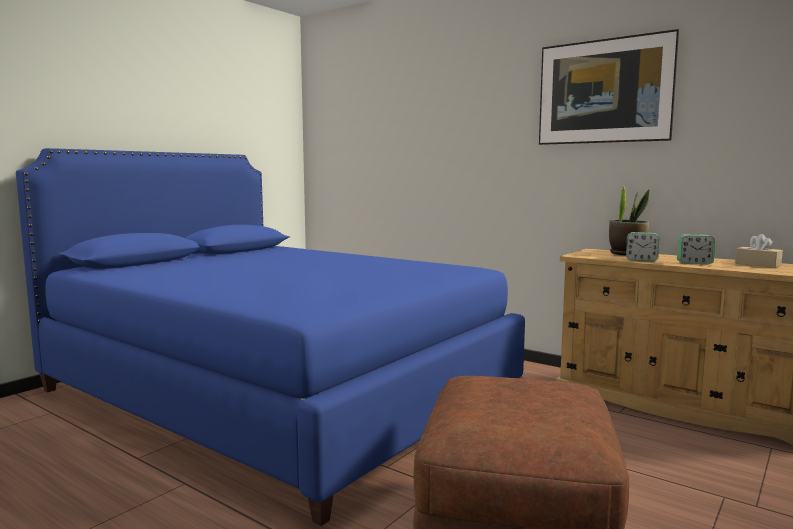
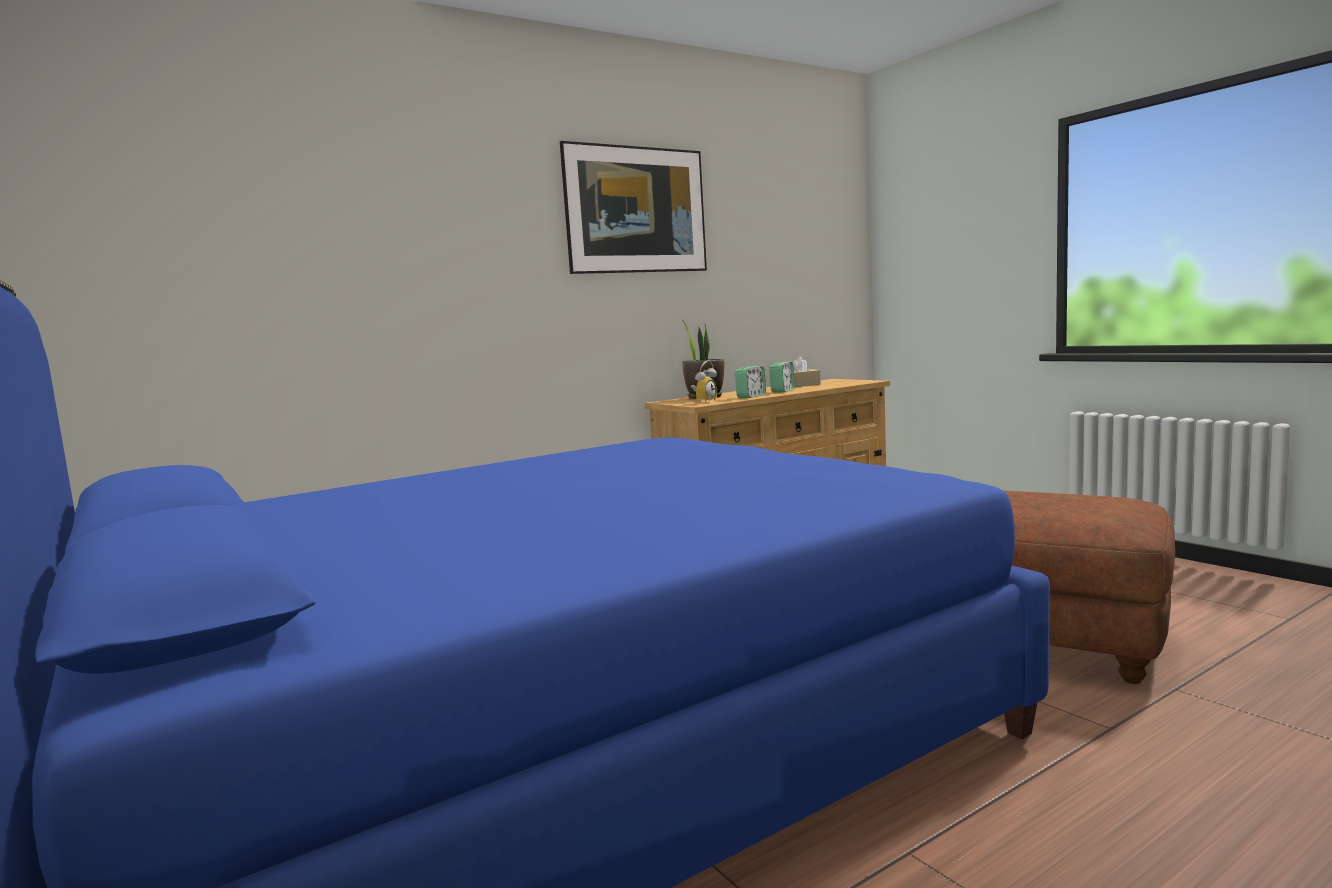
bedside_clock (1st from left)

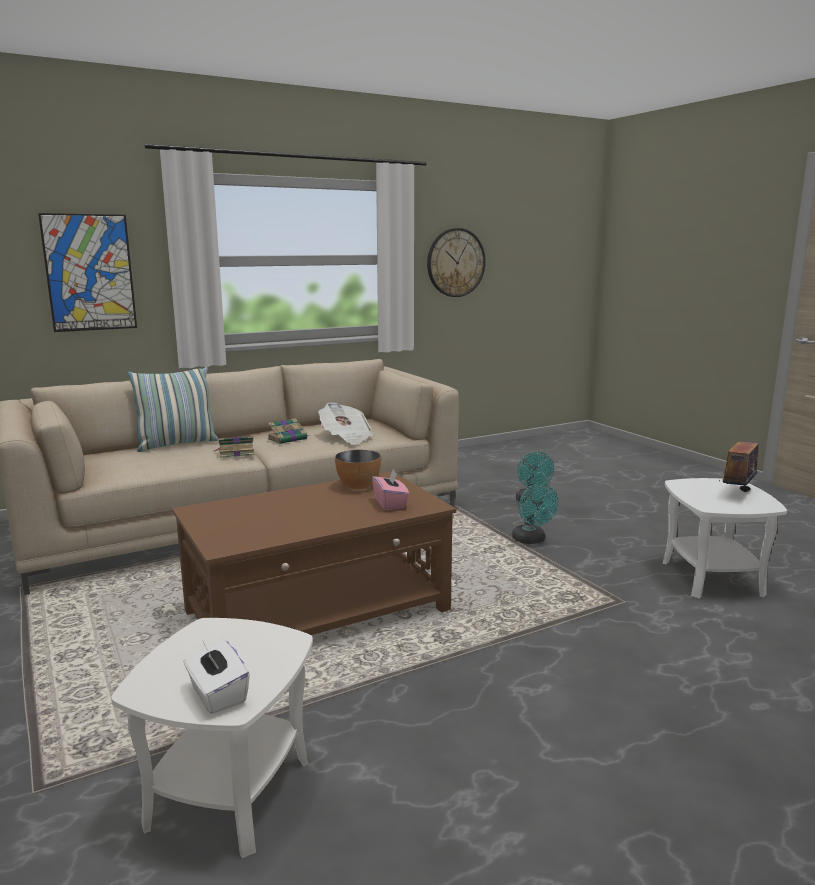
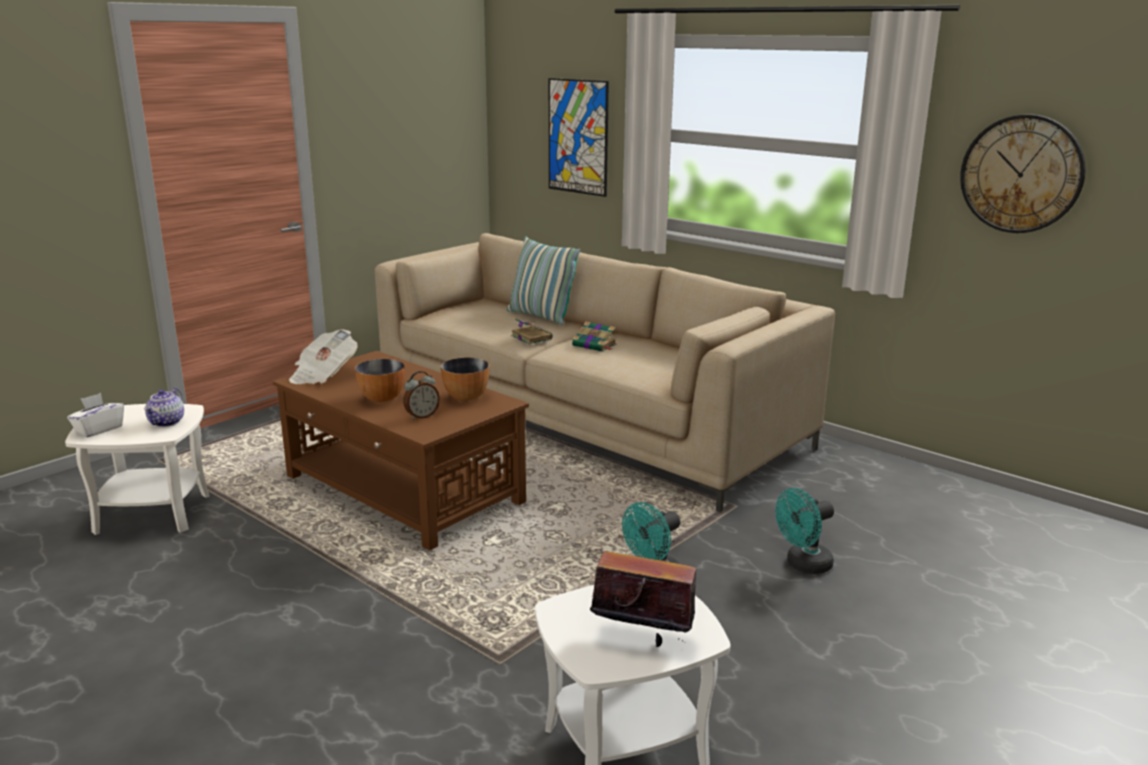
printed_paper; bedside_clock; teapot; bowl (1st from left)

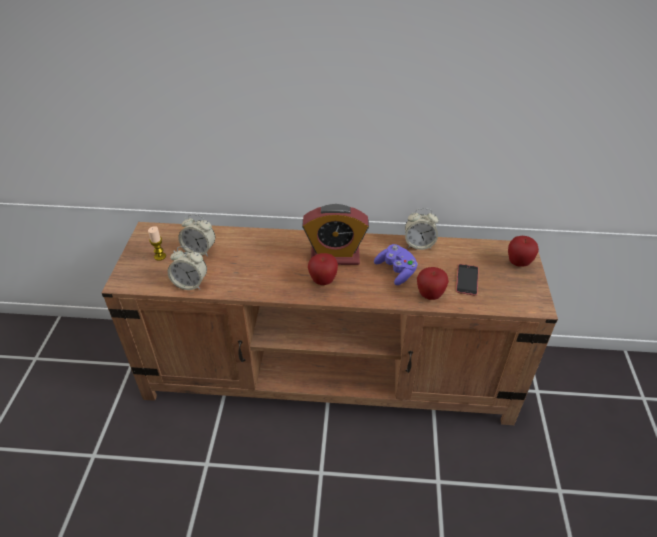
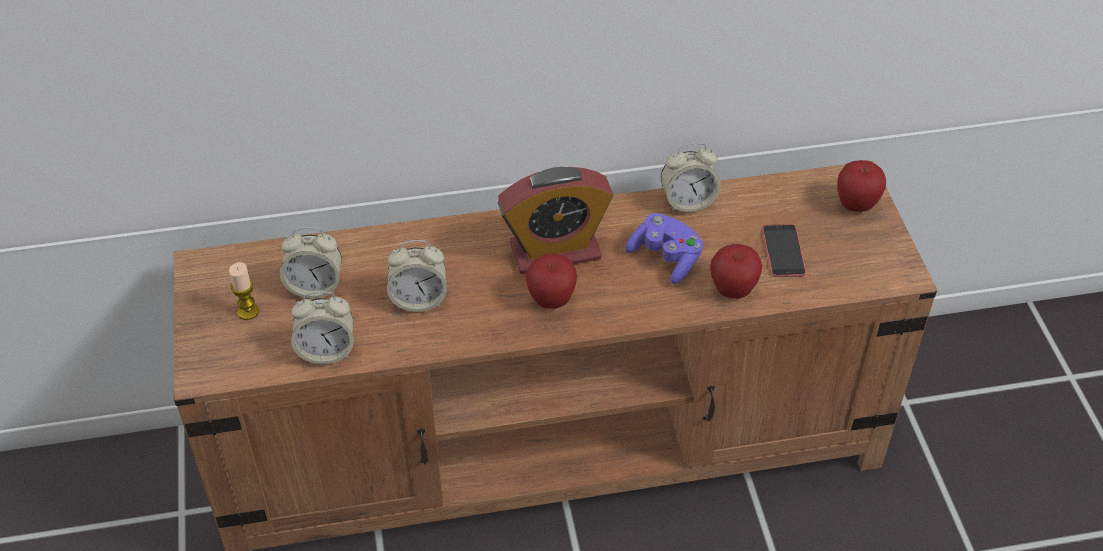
bedside_clock (3rd from left)

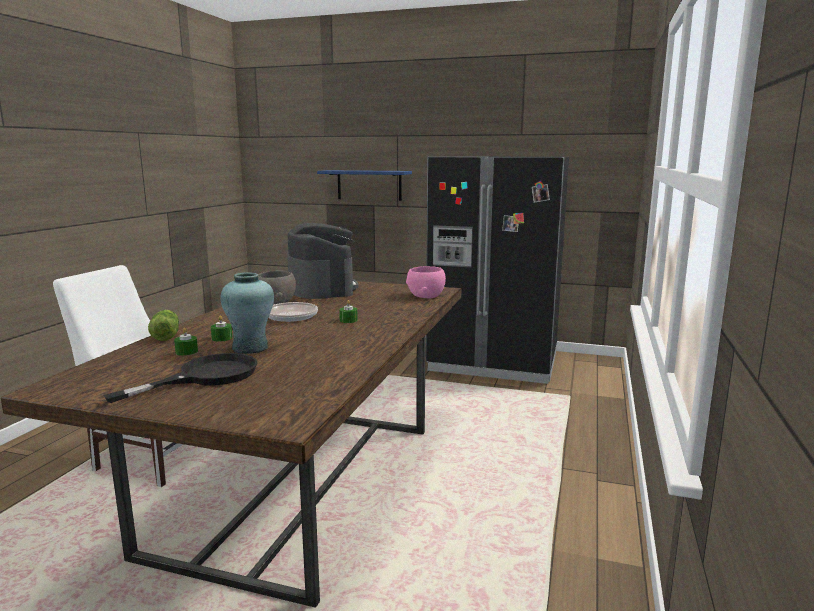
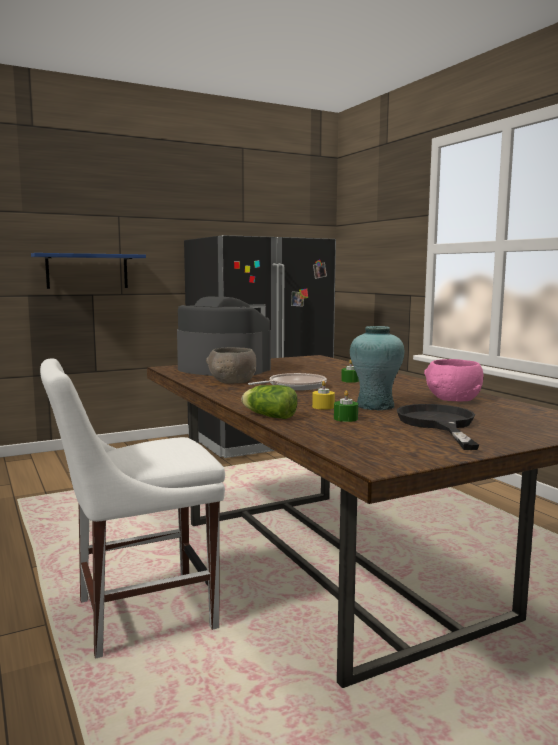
yellow_candle; pinkish_bowl

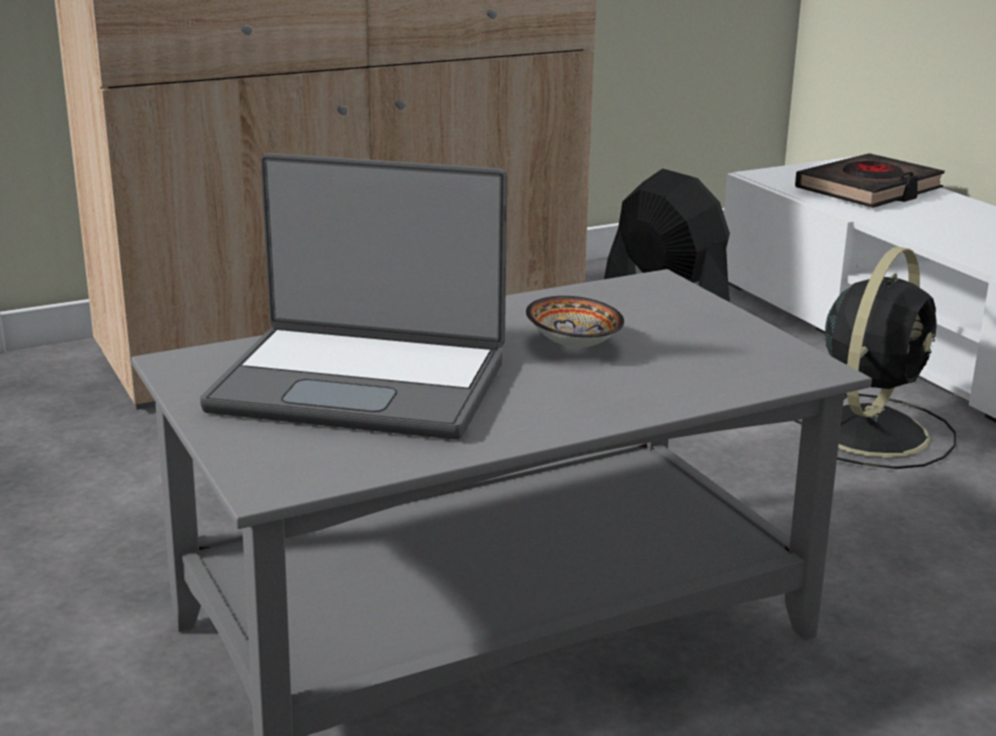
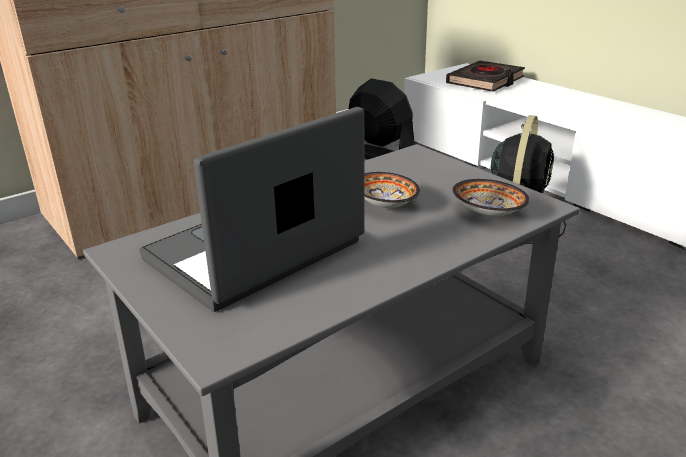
laptop; bowl (2nd from left)

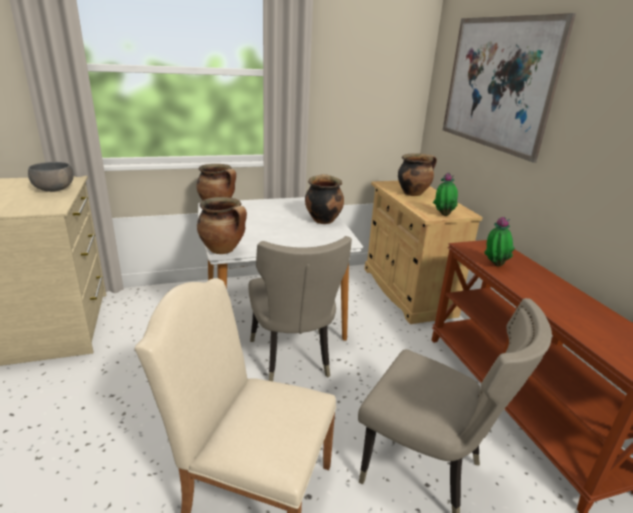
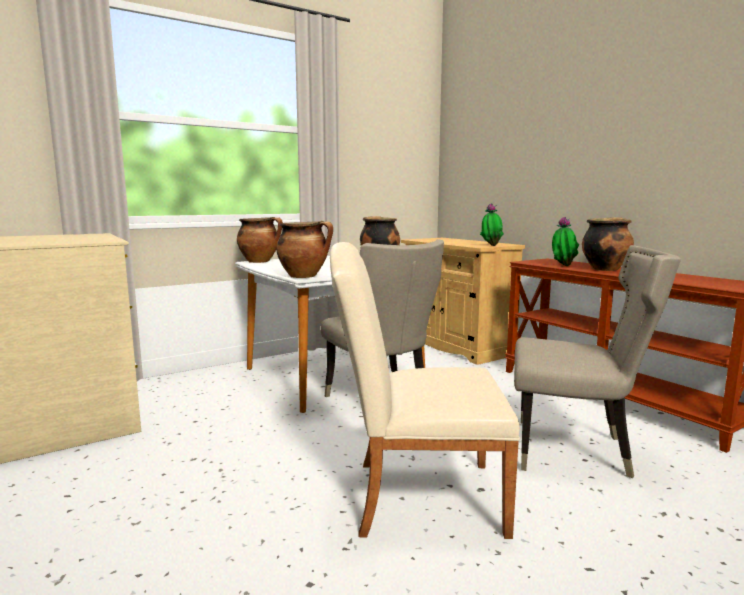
gray_bowl; cooking_pot (4th from left); picture

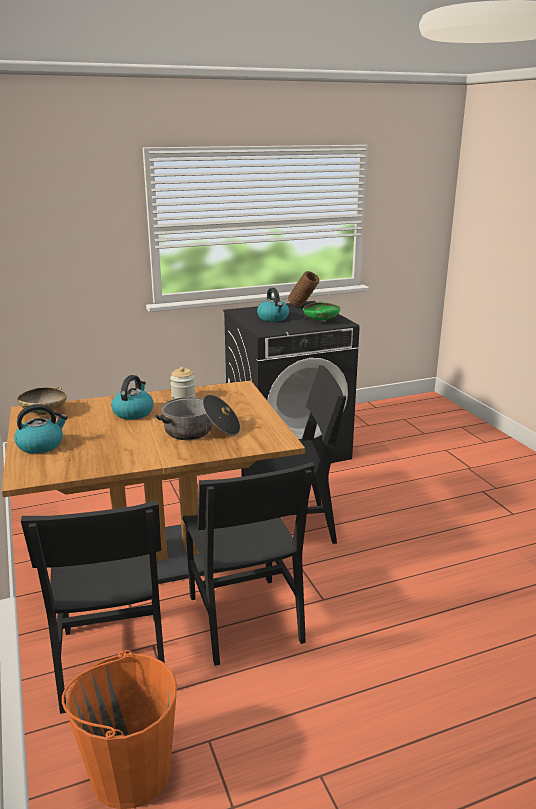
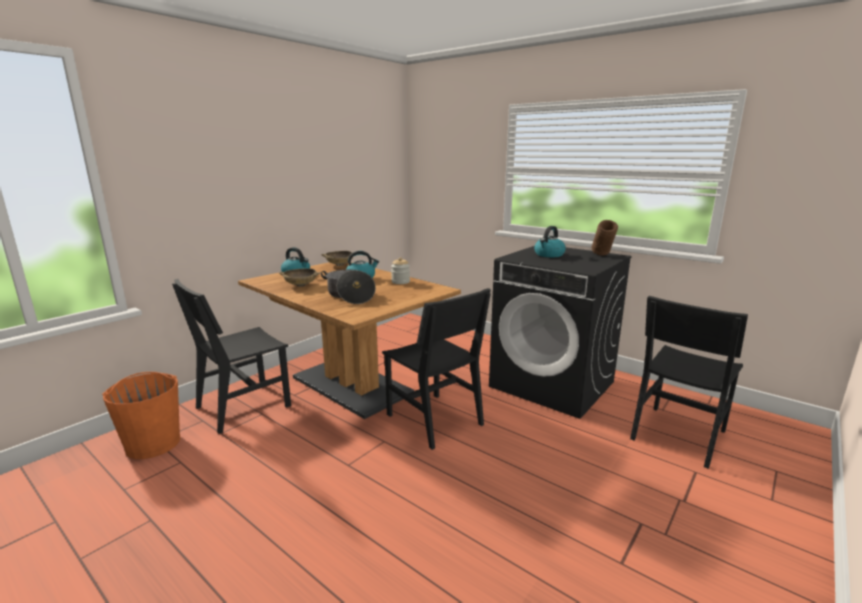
black_plain_chair (3rd from left); greenish_bowl; sand-coloured_bowl (1st from left)

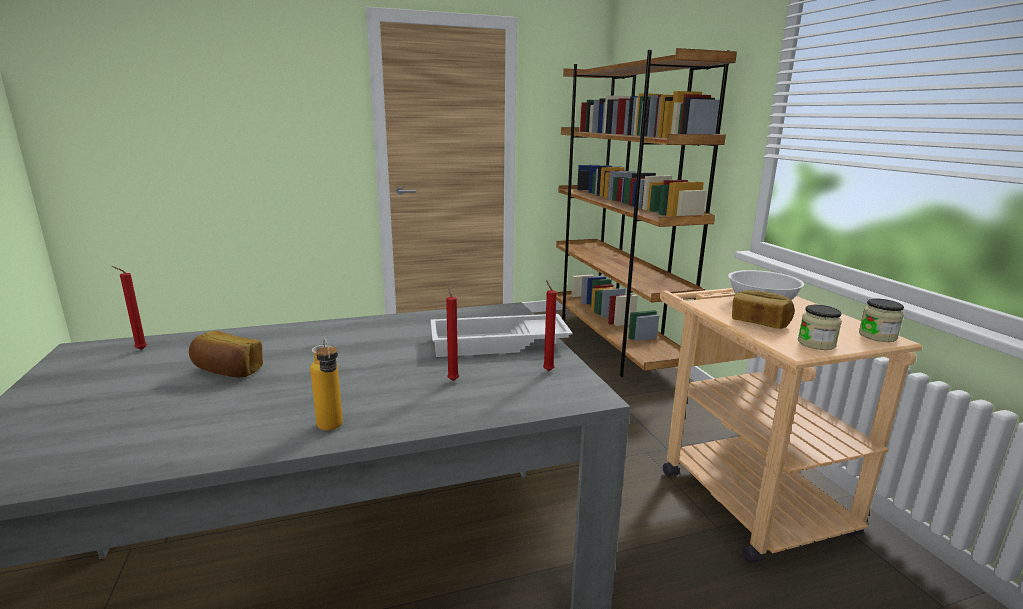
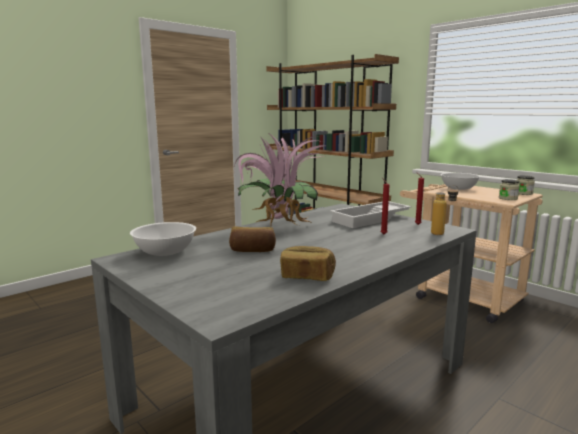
white-coloured_bowl (1st from left); drink_bottle; bread (2nd from left); potted_plant

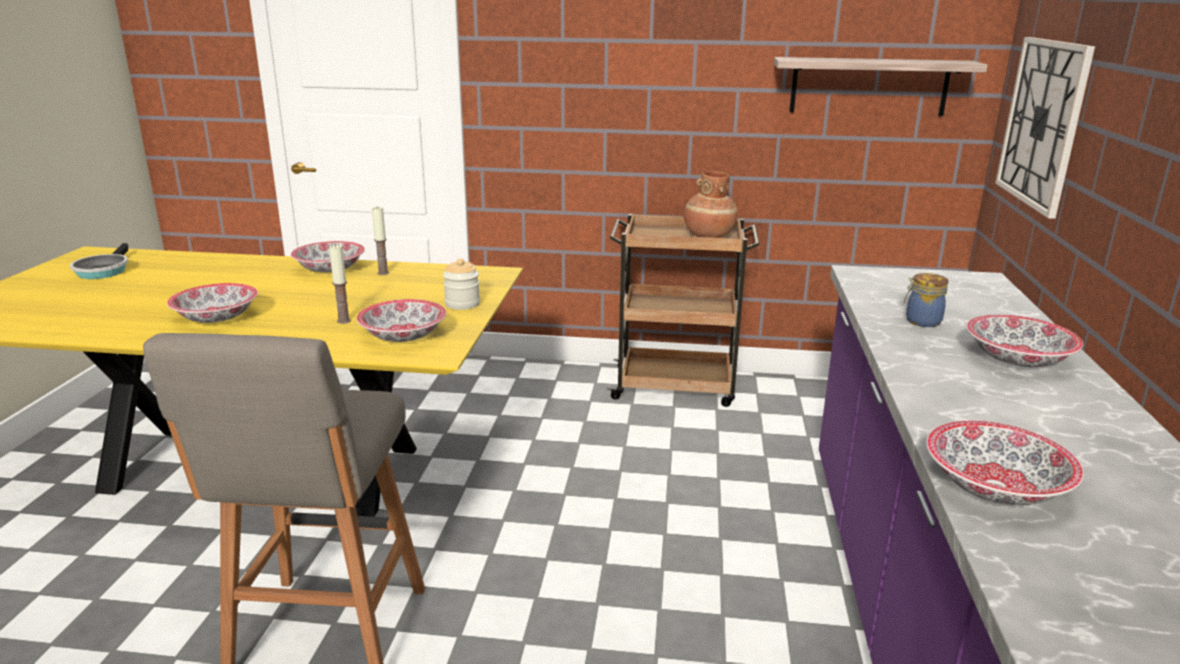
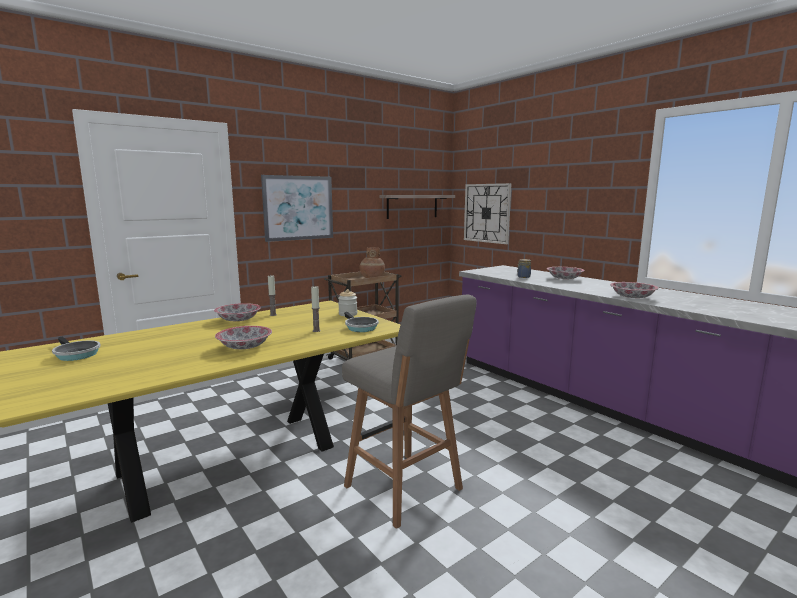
frying_pan (2nd from left); picture

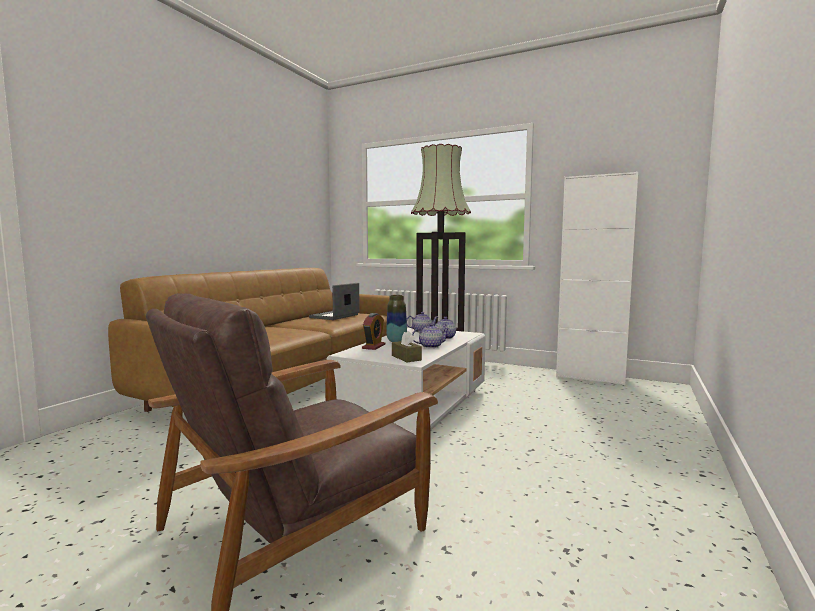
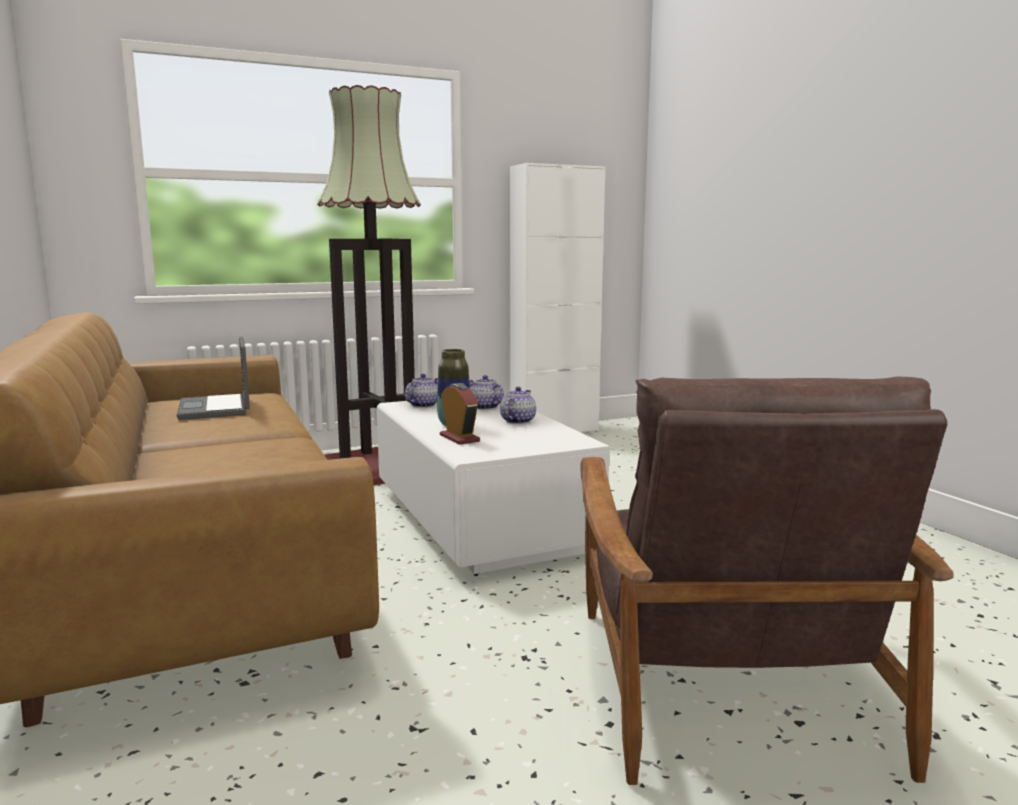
brownish_tissue_holder

